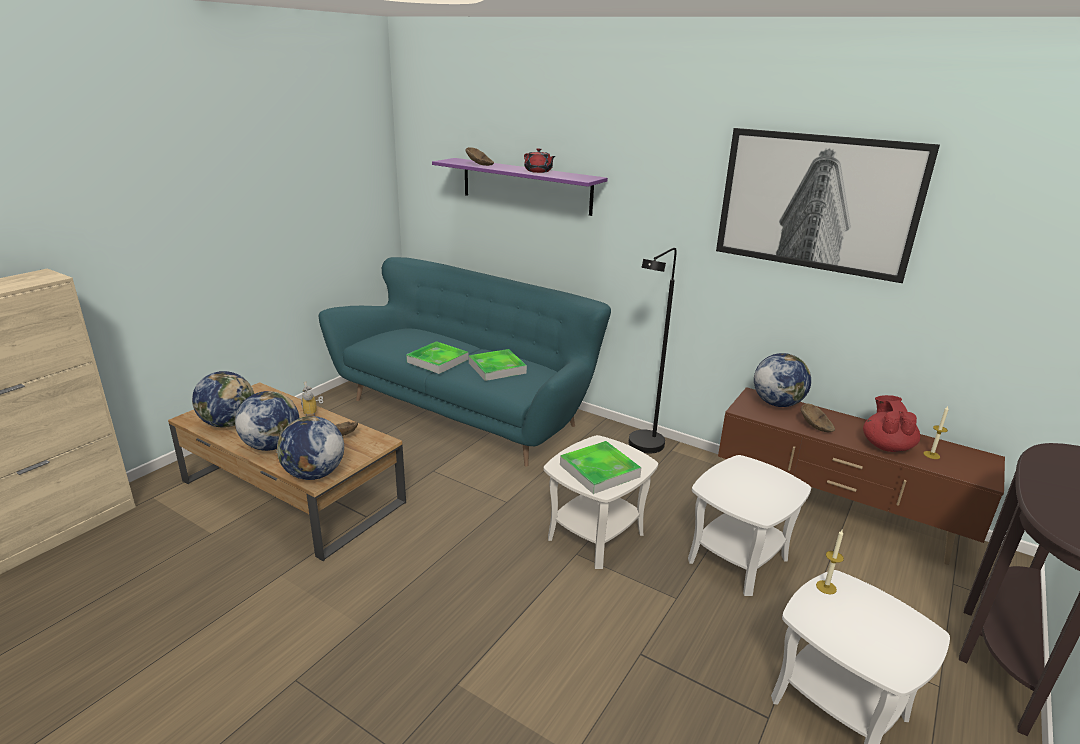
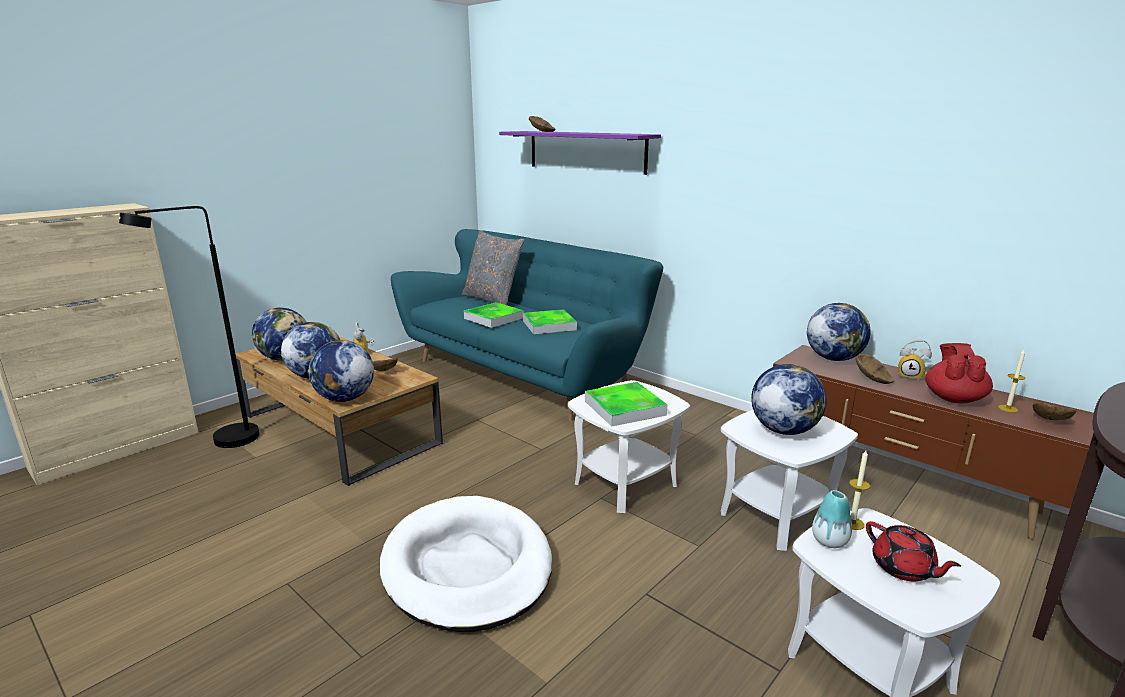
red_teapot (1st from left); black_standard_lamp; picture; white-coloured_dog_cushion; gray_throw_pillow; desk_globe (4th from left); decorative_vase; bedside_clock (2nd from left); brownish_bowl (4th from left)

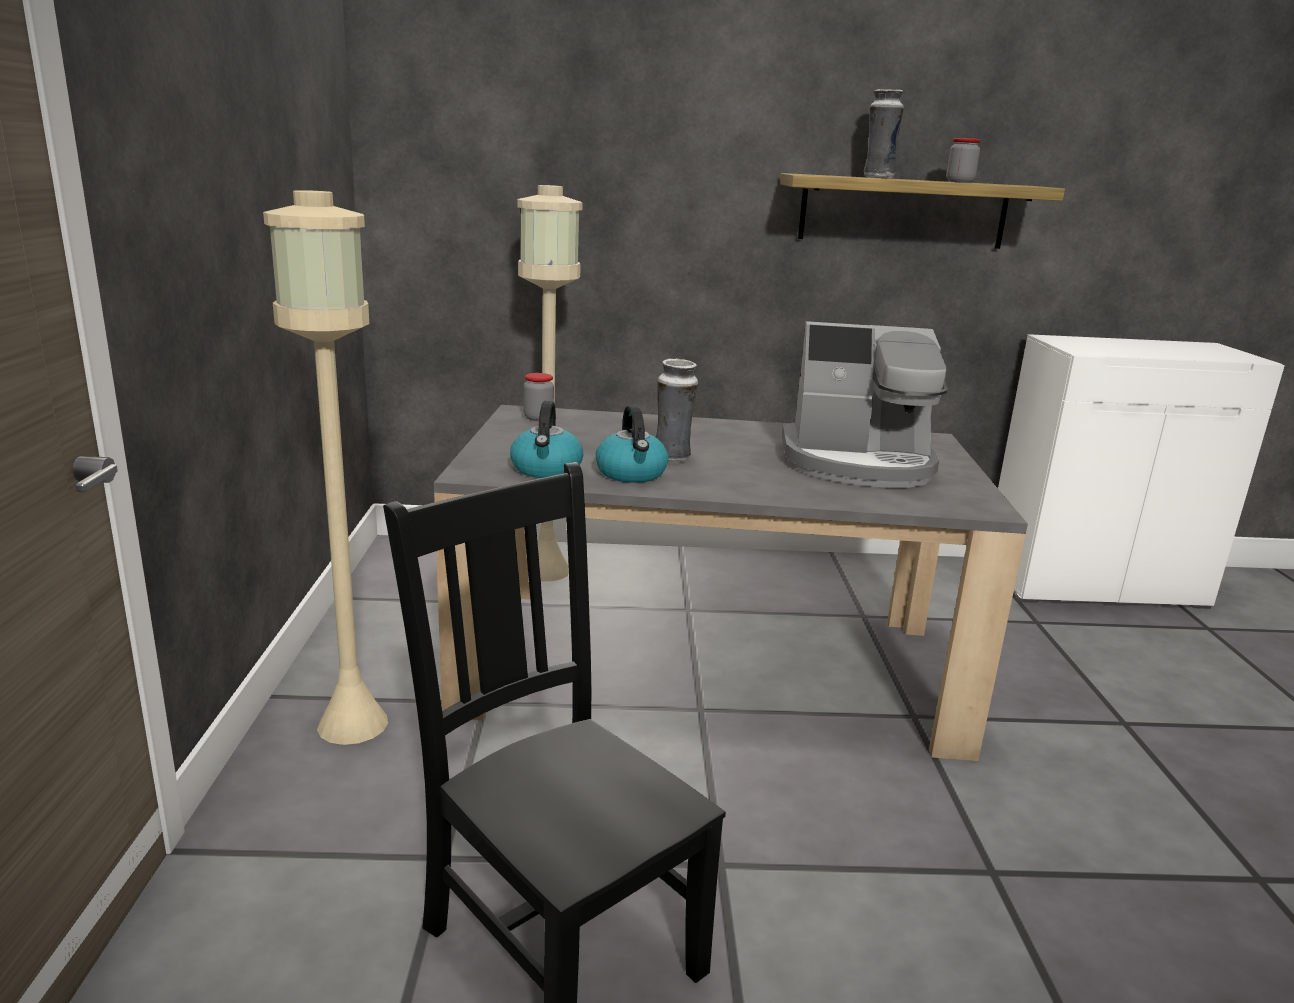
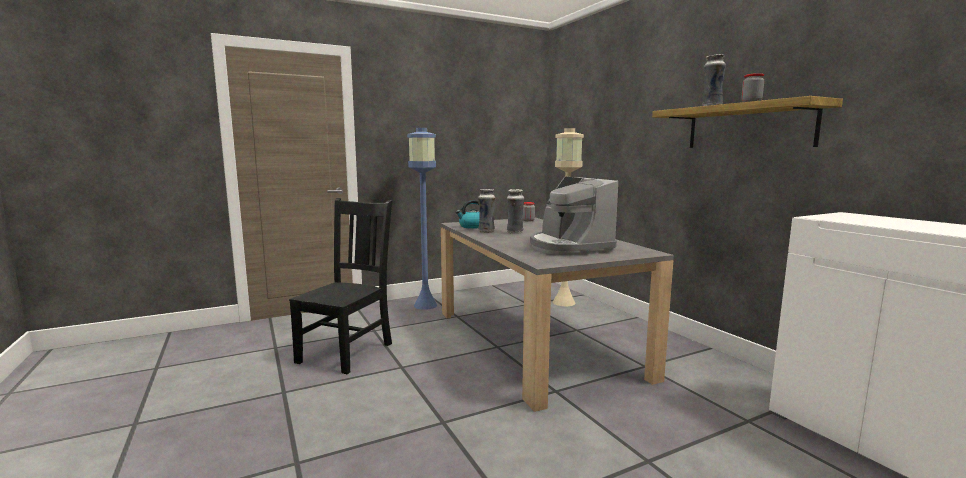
blue_standard_lamp; decorative_vase (1st from left)

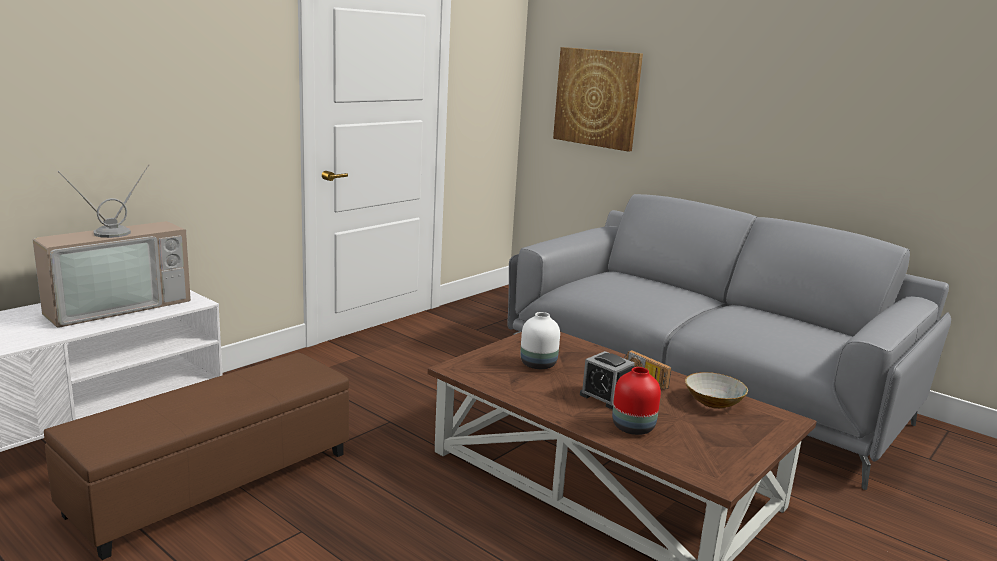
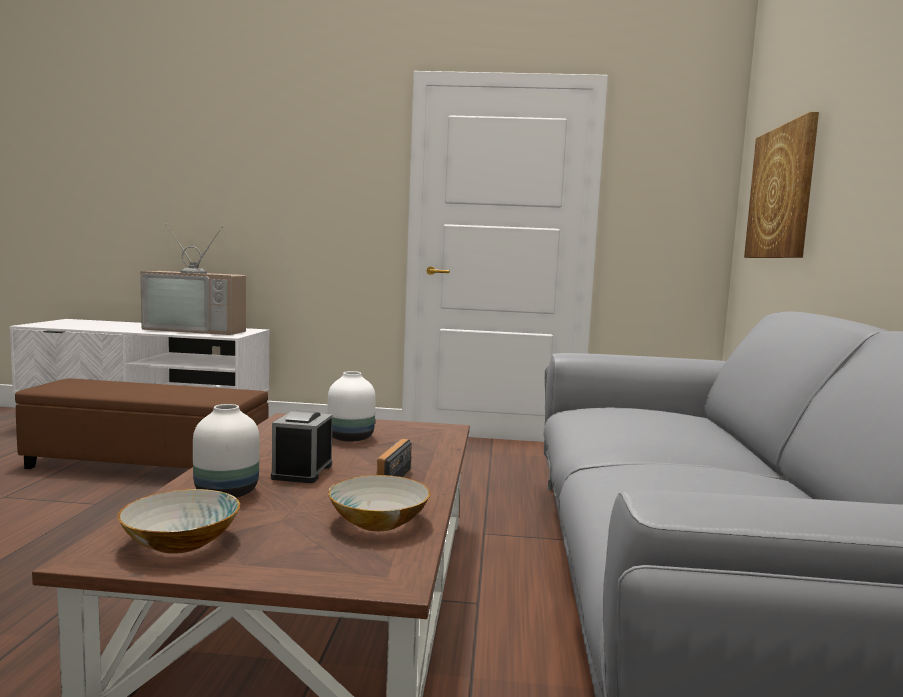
white-coloured_decorative_vase (1st from left); bowl (1st from left)

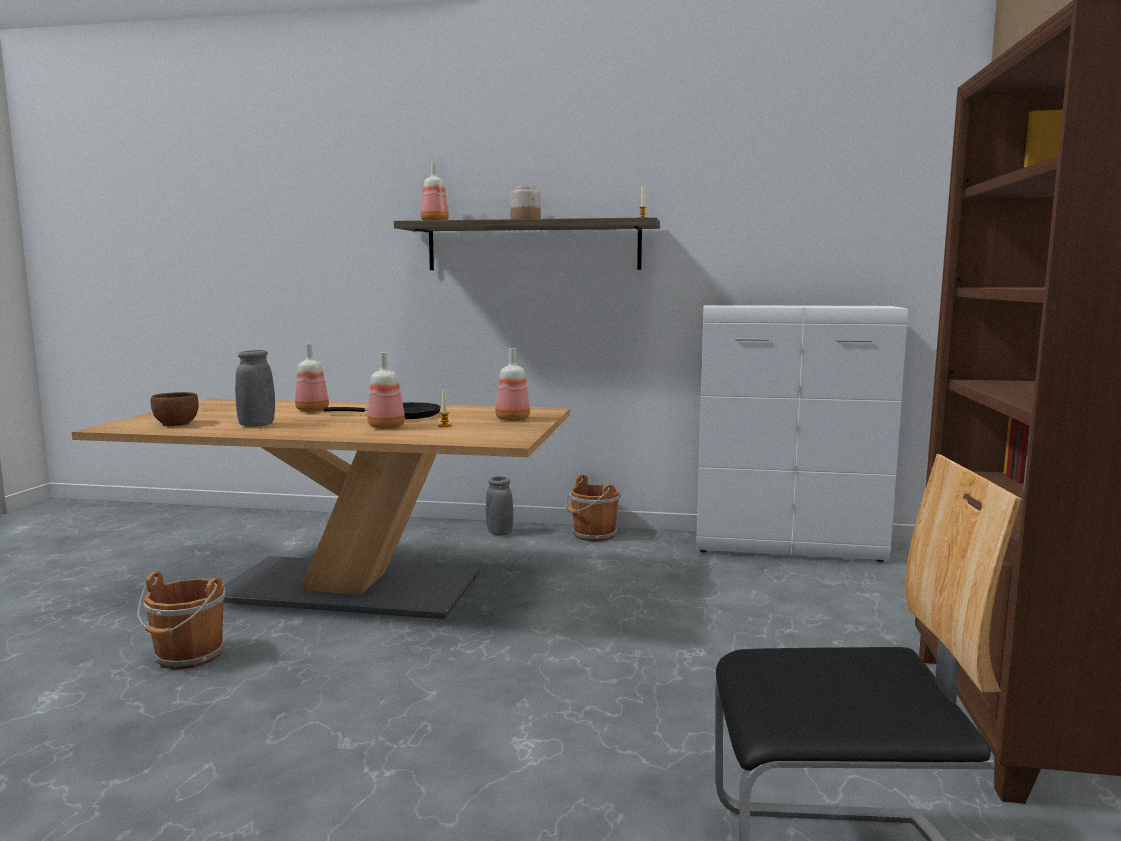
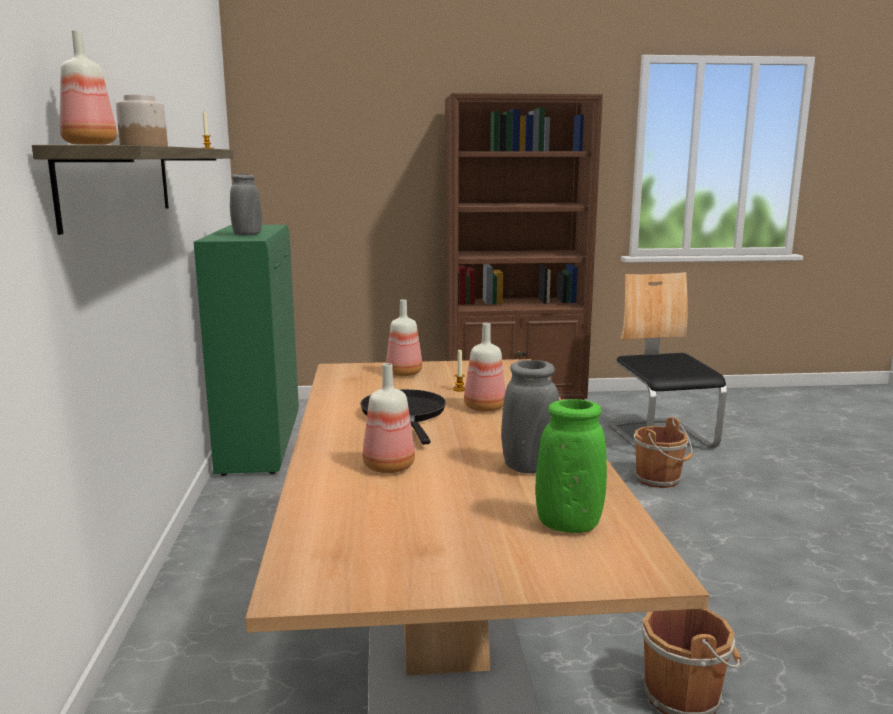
greenish_decorative_vase; gray_decorative_vase (1st from left); brownish_water_bucket (1st from left); greenish_cabinet

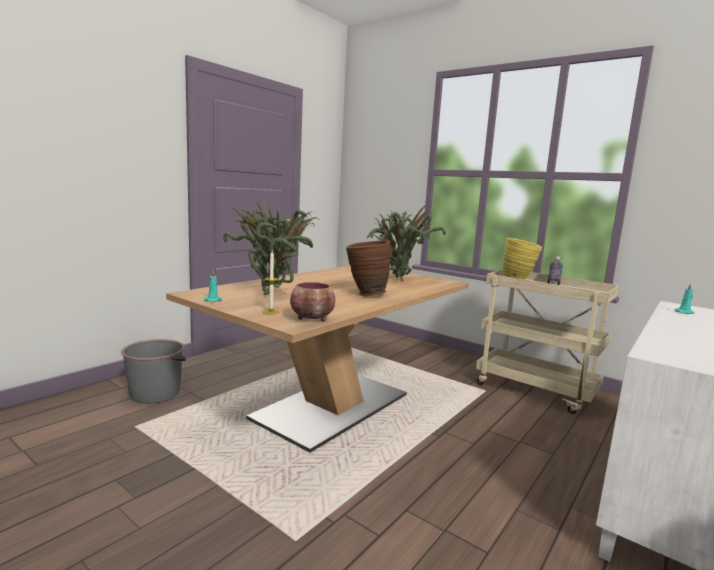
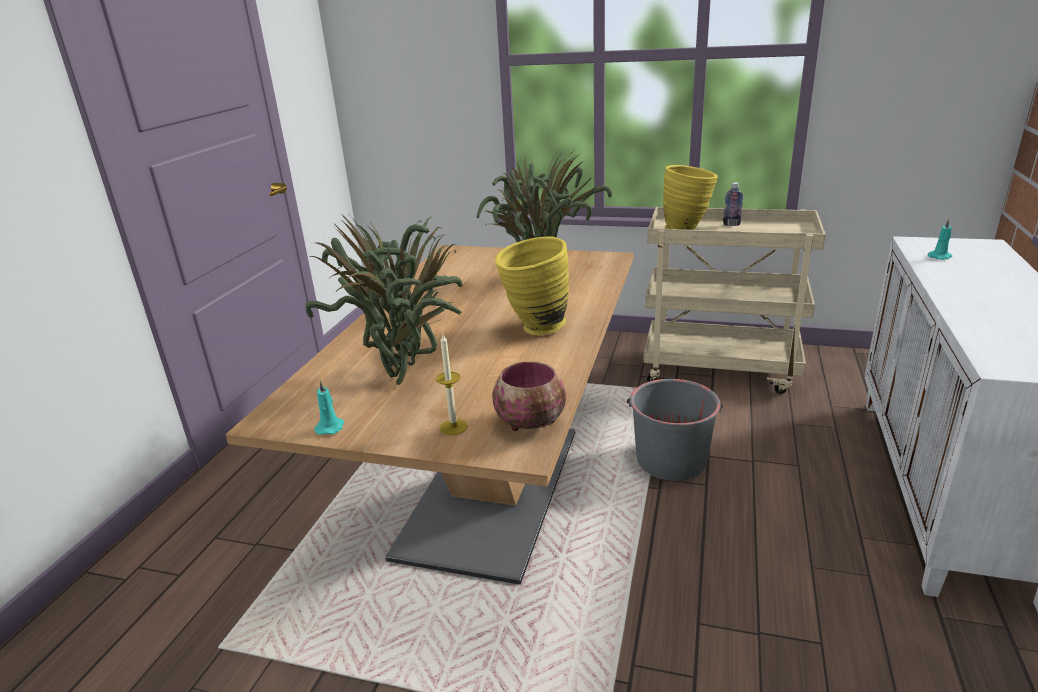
gray_water_bucket; yellow_decorative_vase (1st from left)

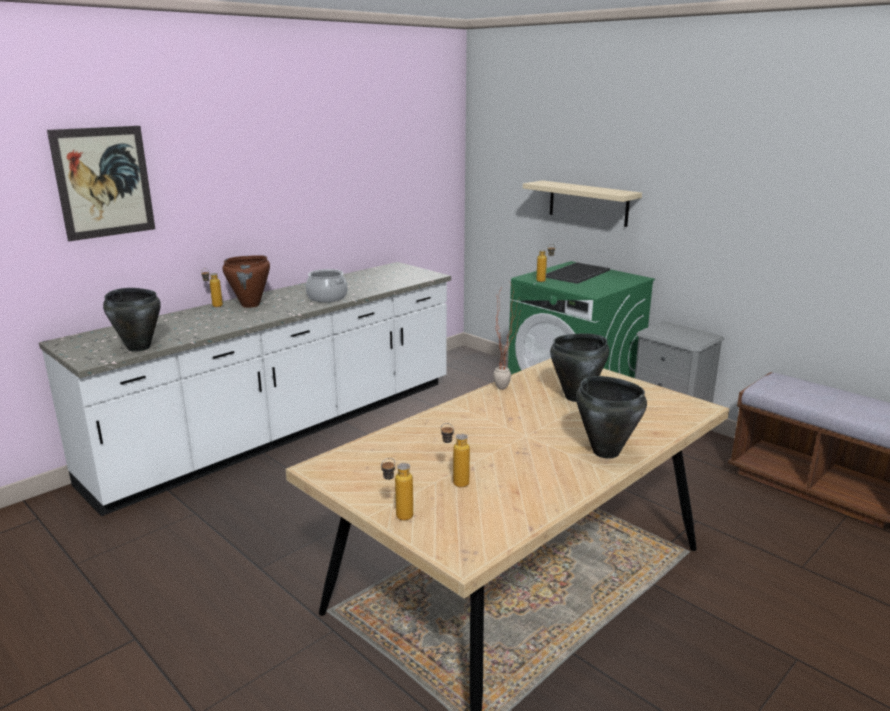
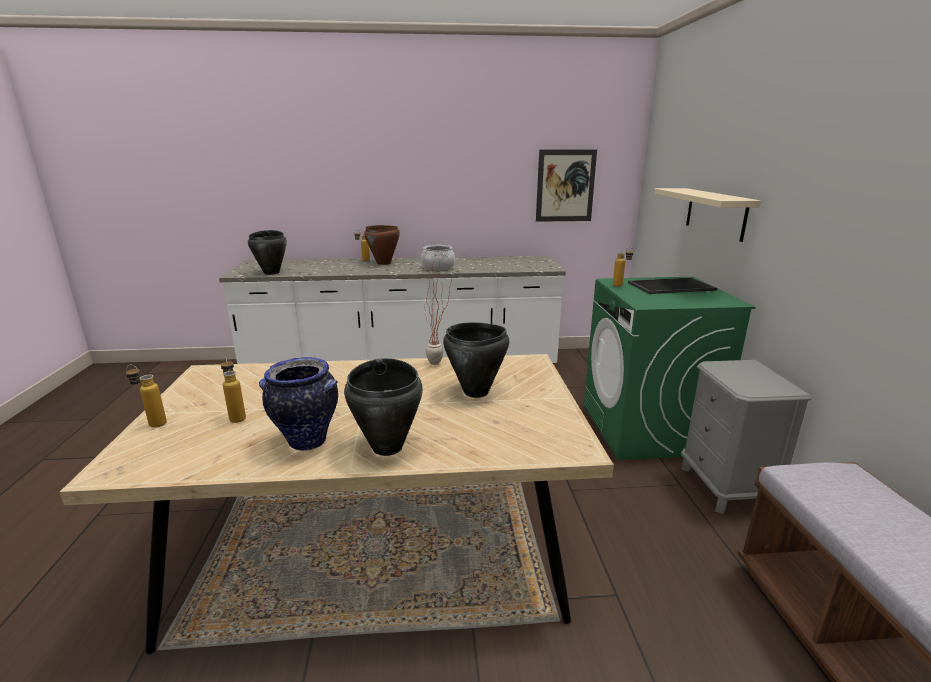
picture; decorative_vase

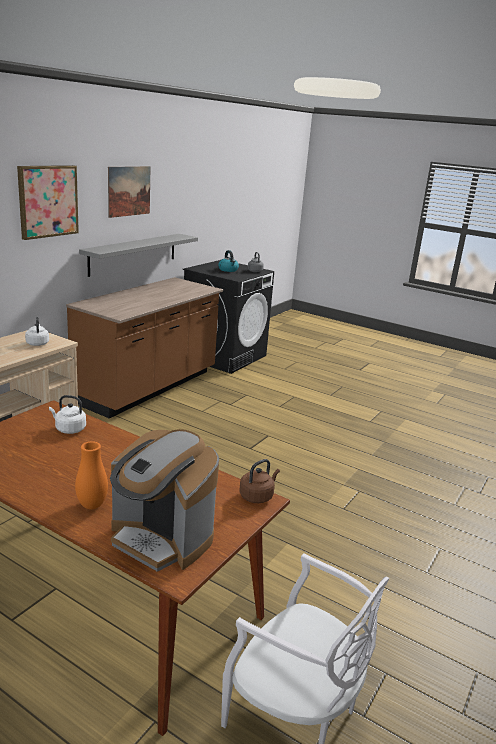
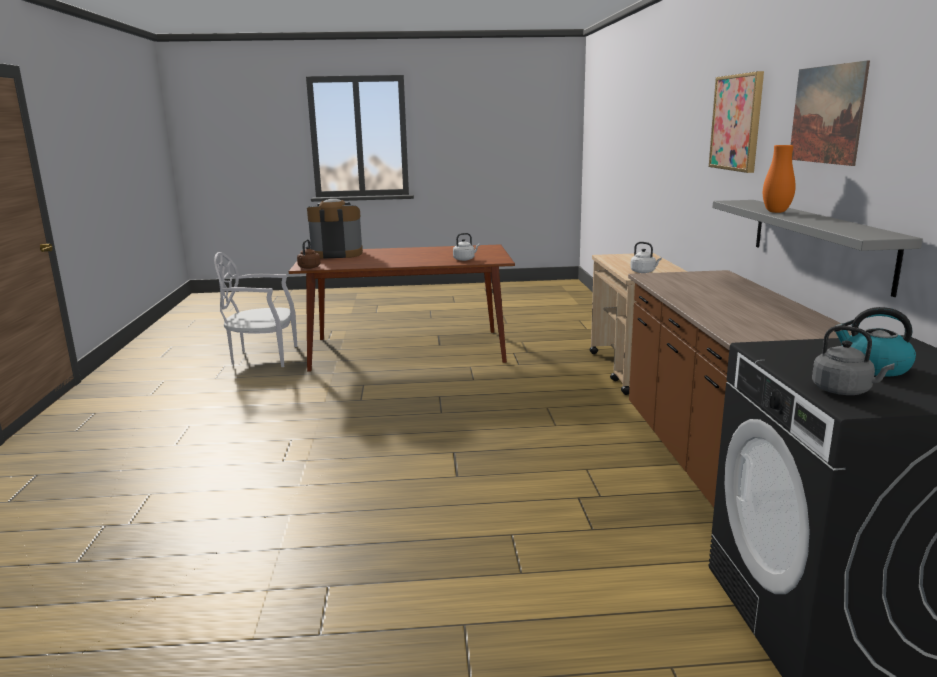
orange-coloured_decorative_vase

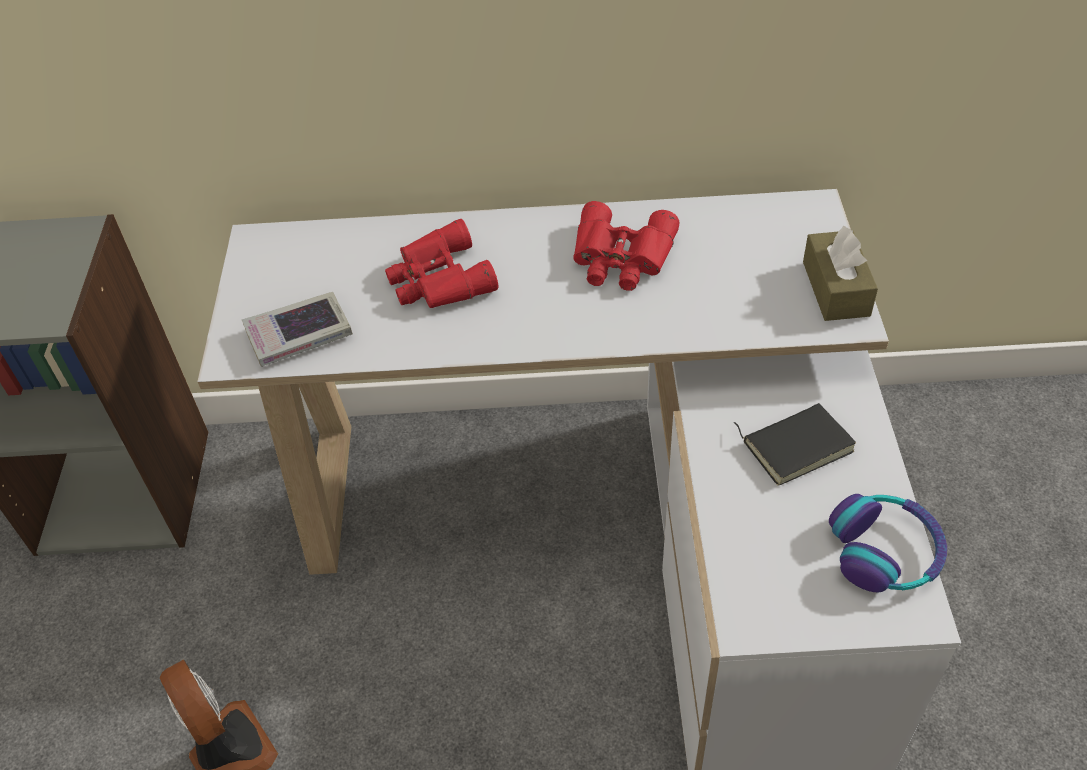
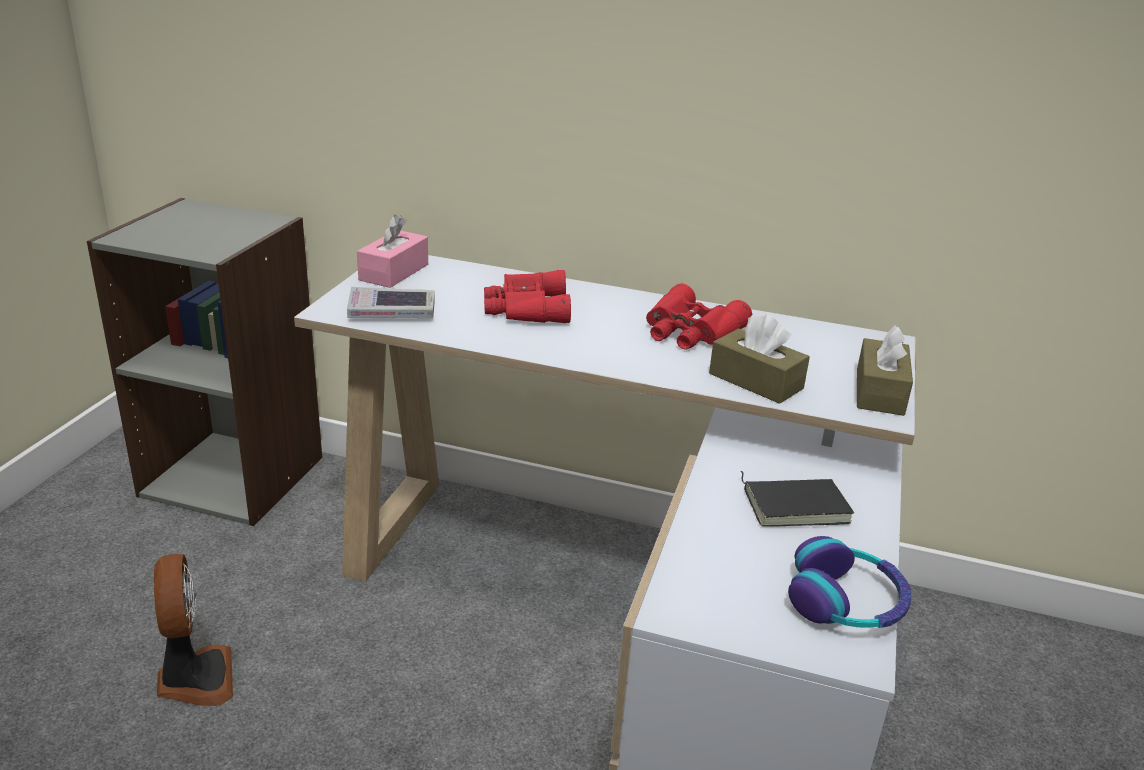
pinkish_tissue_holder; brownish_tissue_holder (1st from left)

